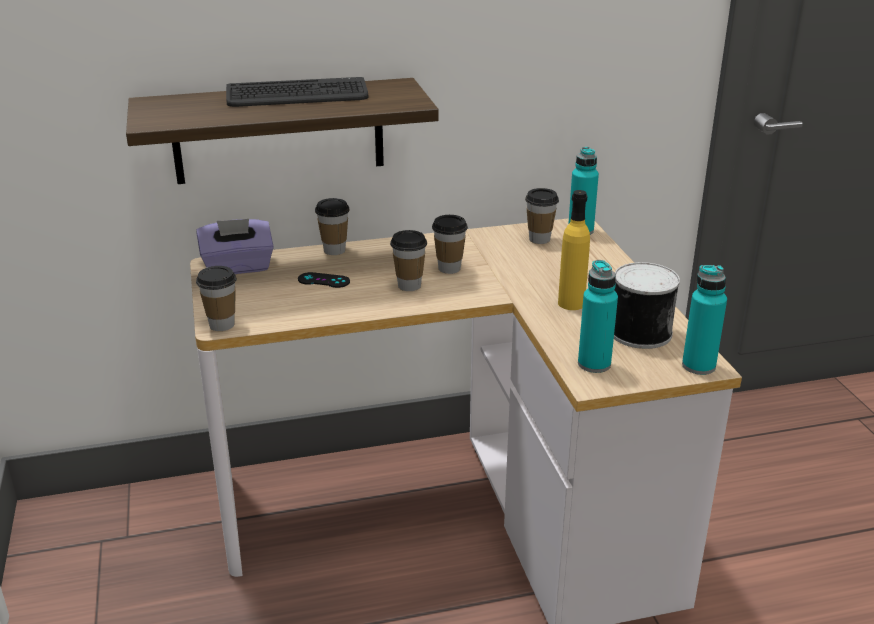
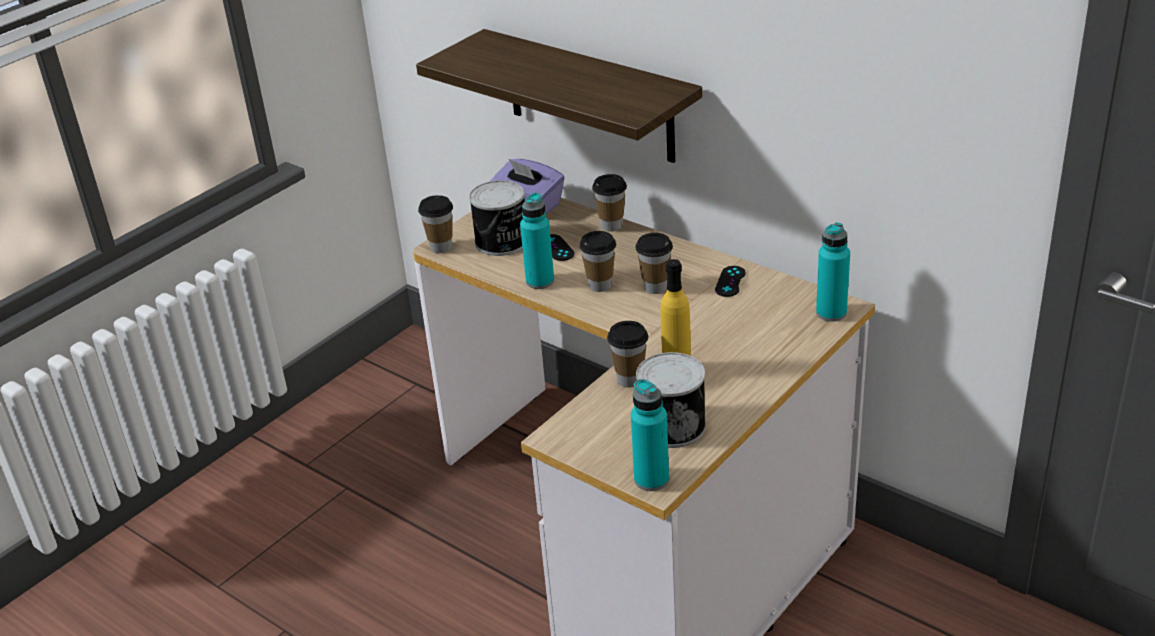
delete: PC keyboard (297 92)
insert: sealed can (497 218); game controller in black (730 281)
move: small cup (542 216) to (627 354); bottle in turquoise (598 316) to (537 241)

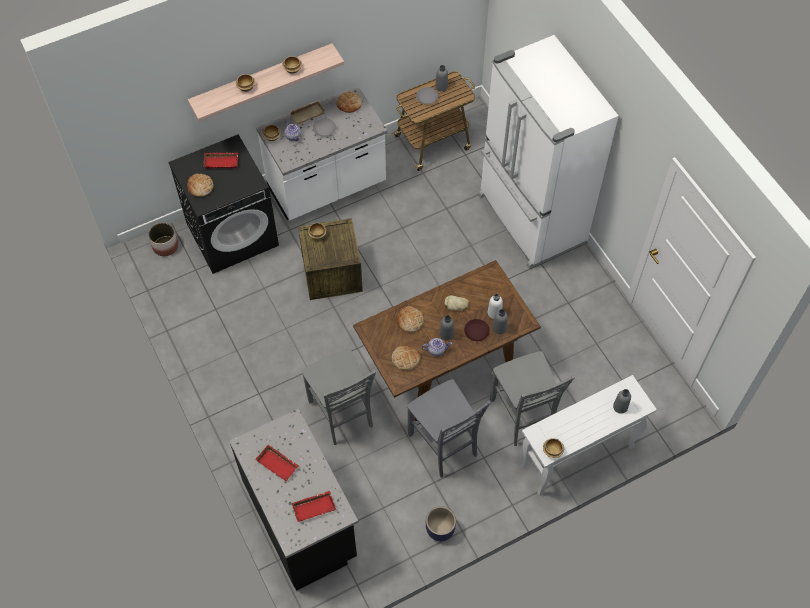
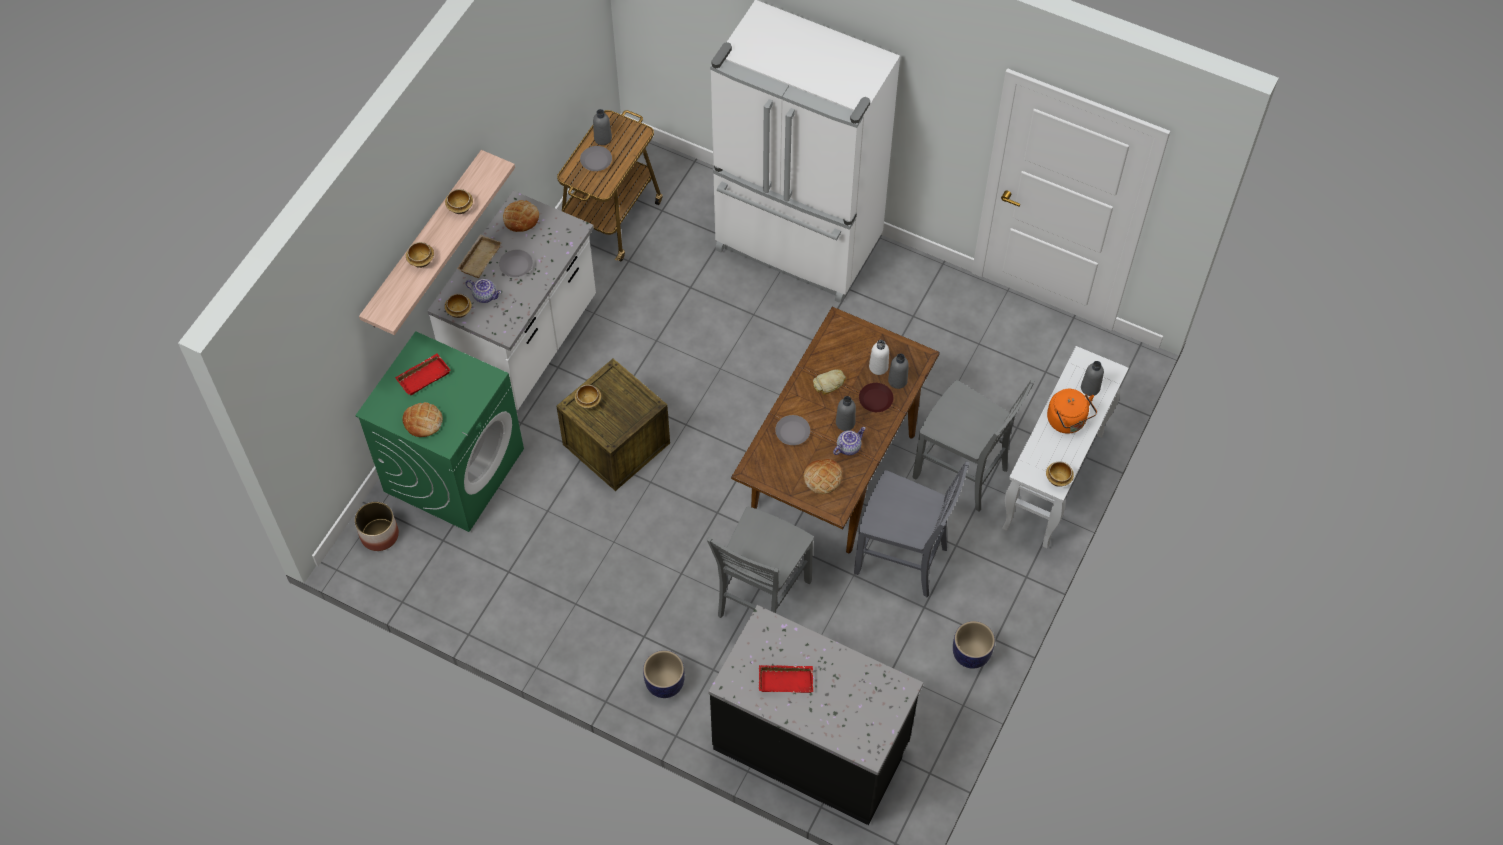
delete: tray in red (314 506)
insert: kettle in orange (1072 411); plant pot (664 674)
replace: bread (410 319) to dinner plate in grey (792 430)
recolor: laundry machine in black (223 204) to laundry machine in green-coloured (439 431)
rotate: plain chair in grey (338 396) = (760 562) 90 degrees clockwise

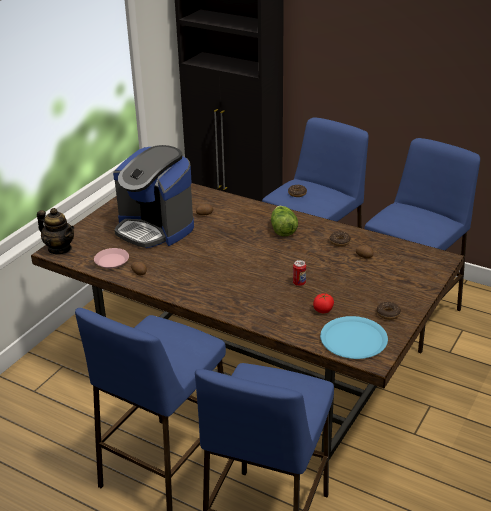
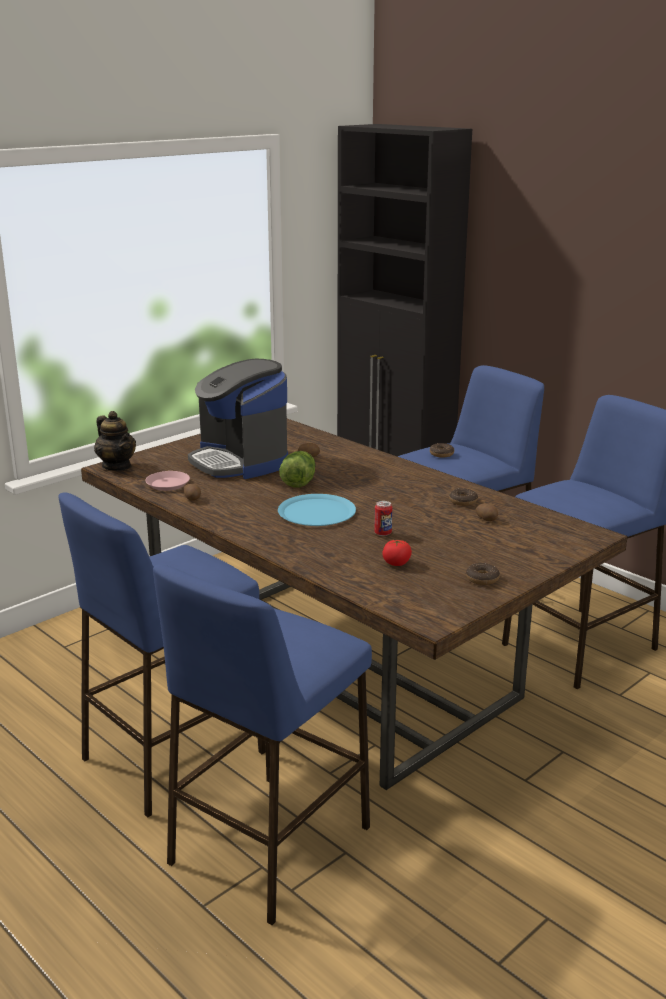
move: lettuce head (284 221) to (297 469); dinner plate in bluish (354 337) to (317 510)

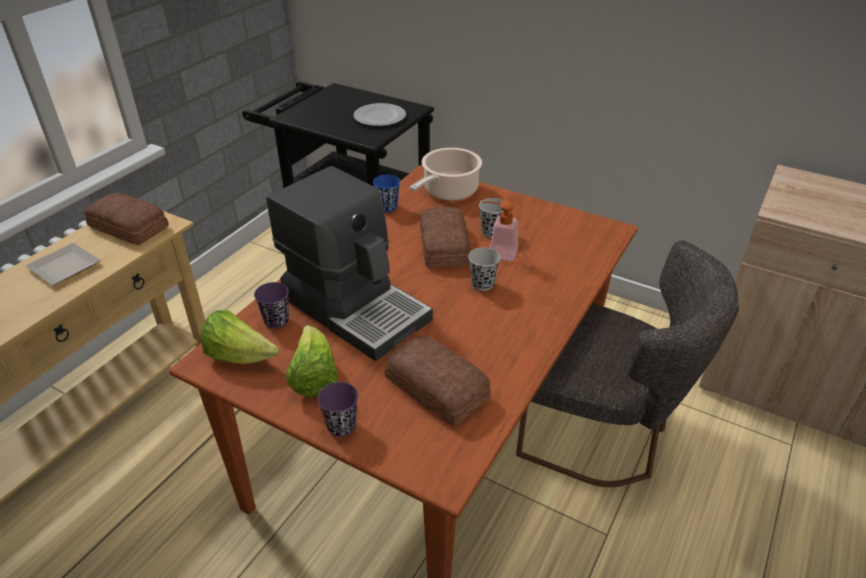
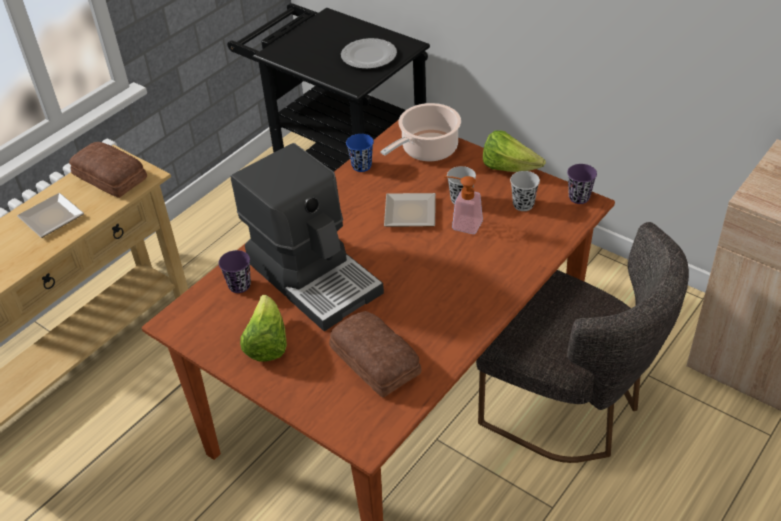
move: small cup in black (484 269) to (525 191); lettuce head (239 337) to (514 151); small cup in purplish (338 409) to (582 184)
replace: bread (444 237) to dinner plate (410 210)

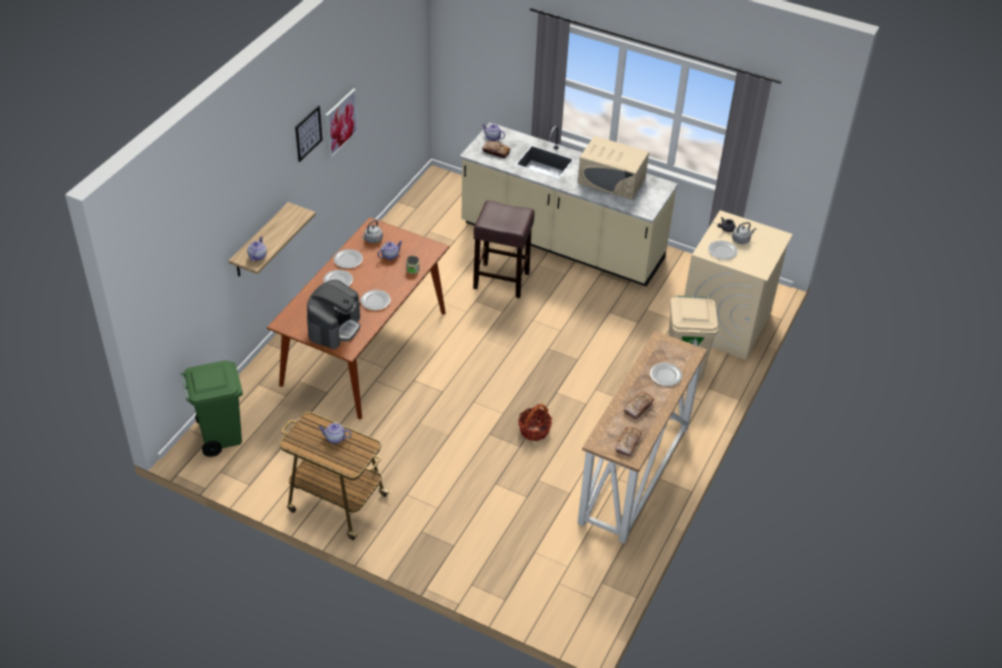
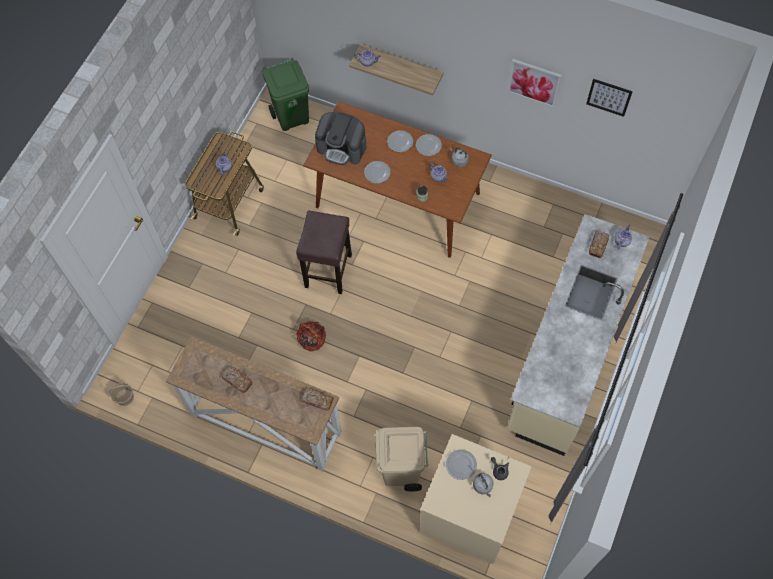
delete: microwave oven in beige-coloured (613 168); dinner plate (666 374)
insert: household basket (122 394)
move: picture (308 133) to (609 98); stool seat in brownish (504 249) to (324 252); bread (628 441) to (318 399)

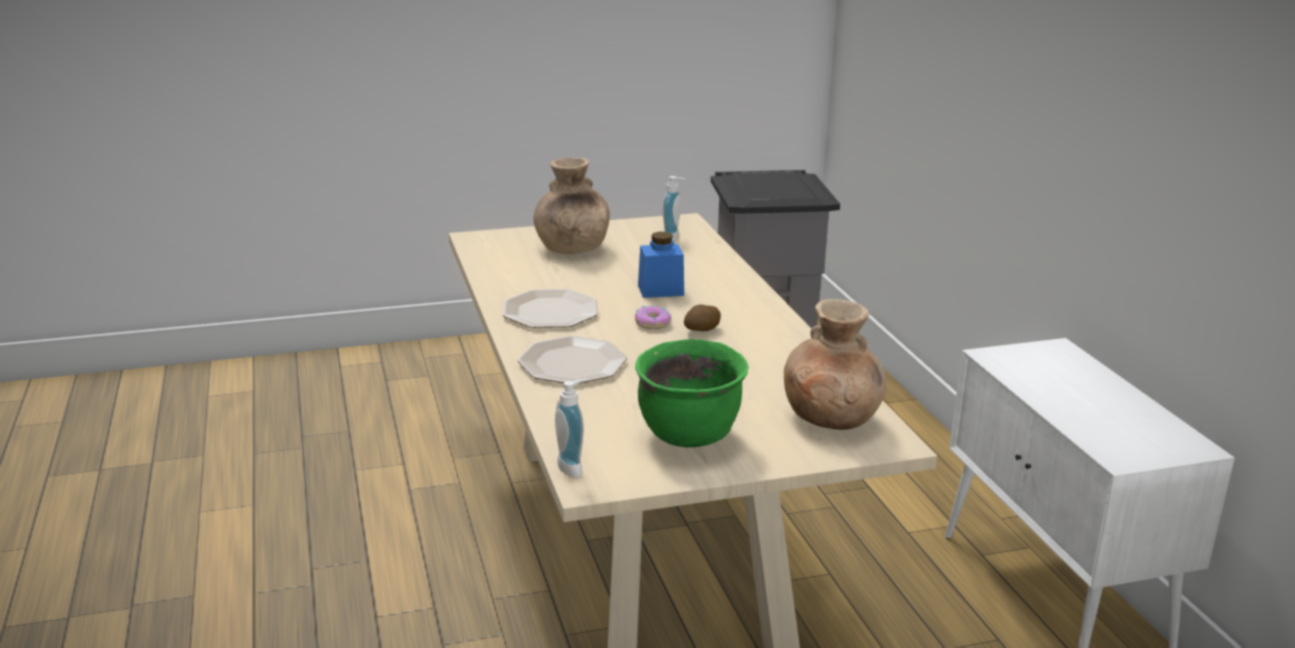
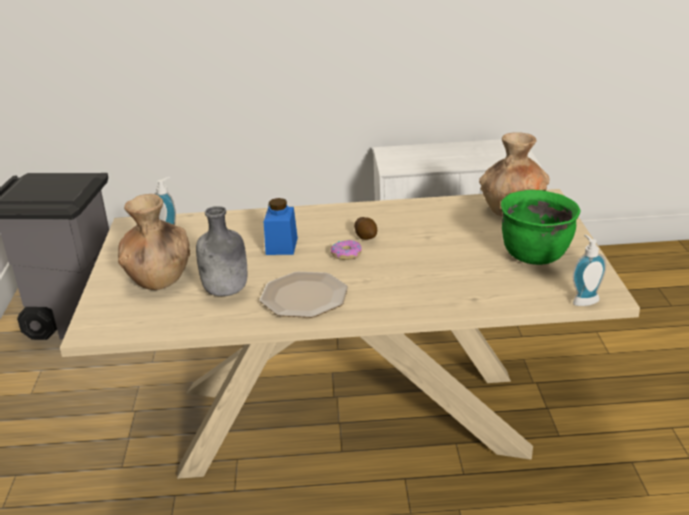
delete: dinner plate (572 360)
insert: bottle in grey (221 251)

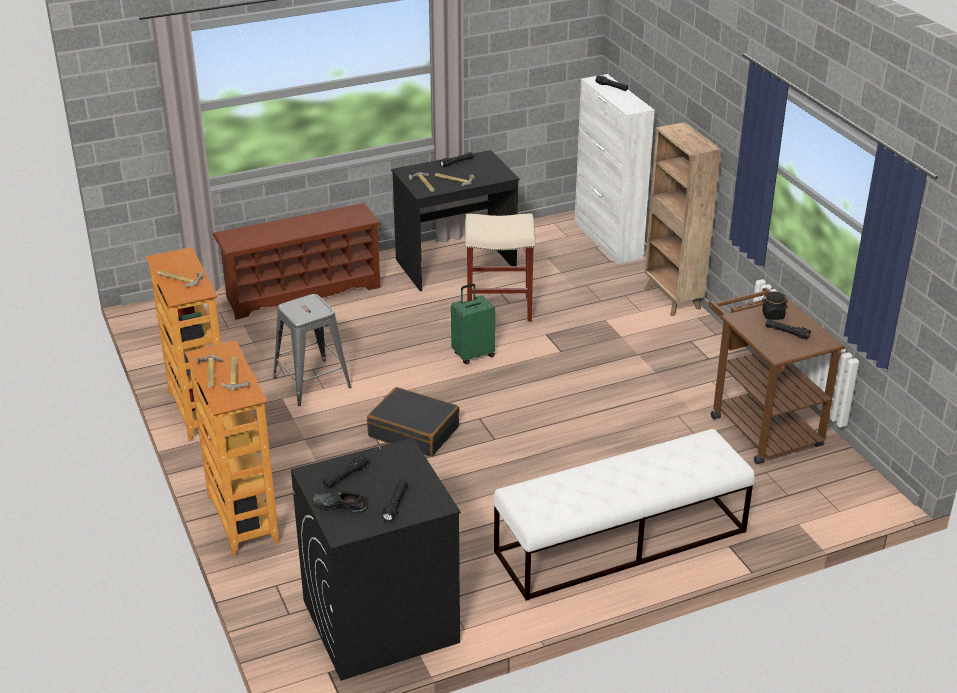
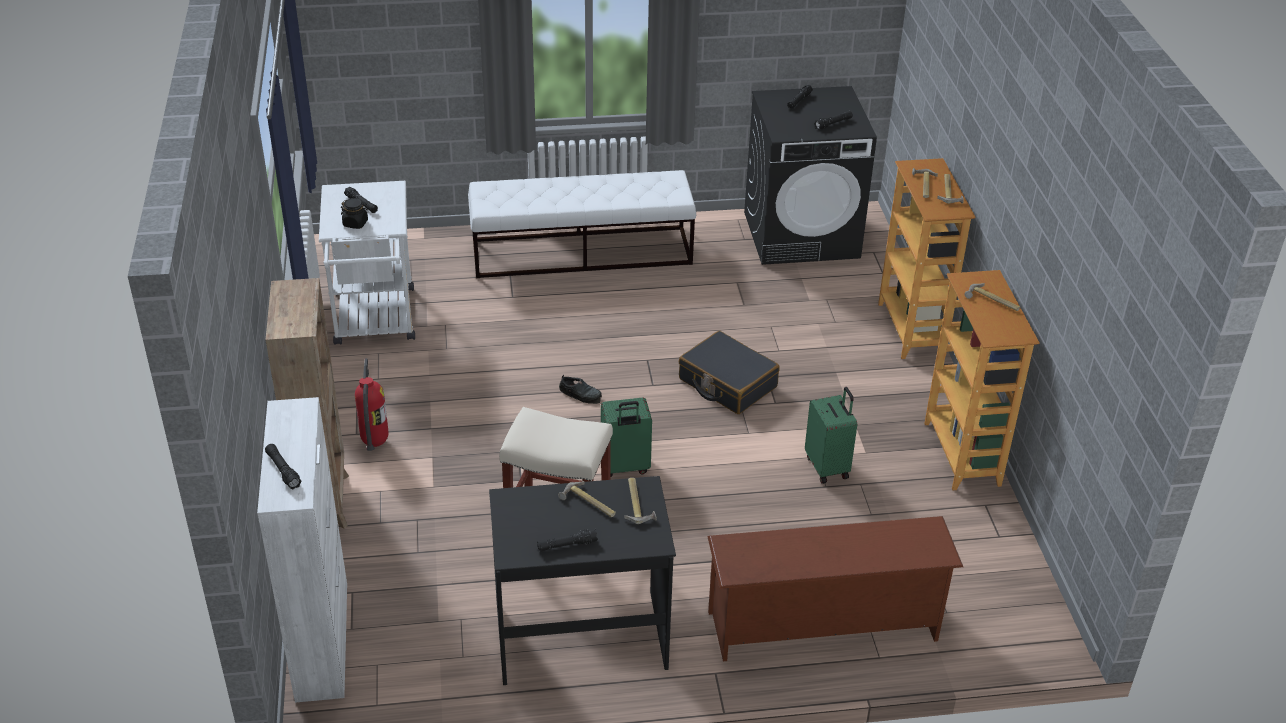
insert: fire-fighting cylinder (372 404)
move: item of footwear in black (340 502) to (580 389)
replace: stool seat in grey (312 350) to travel case in green-coloured (831 435)
recolor: trolley in brownish (777 376) to trolley in white-coloured (367 263)

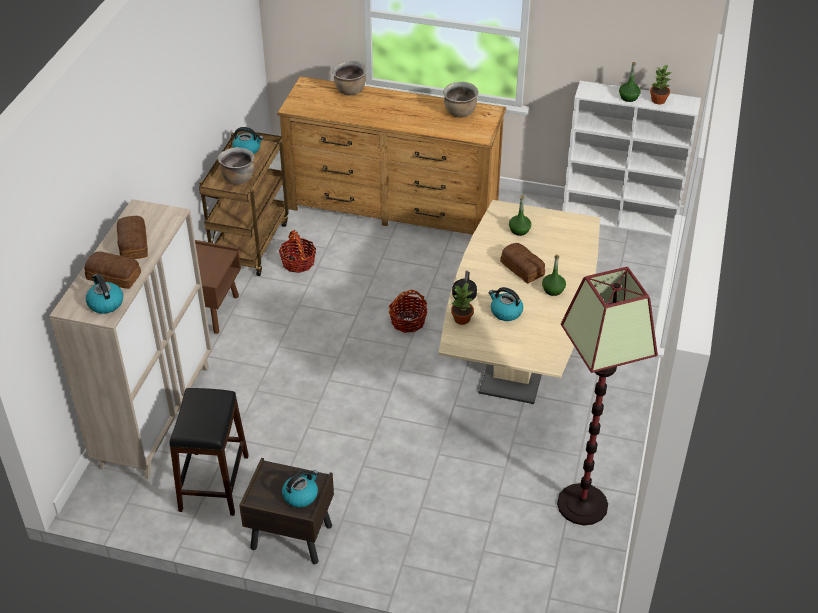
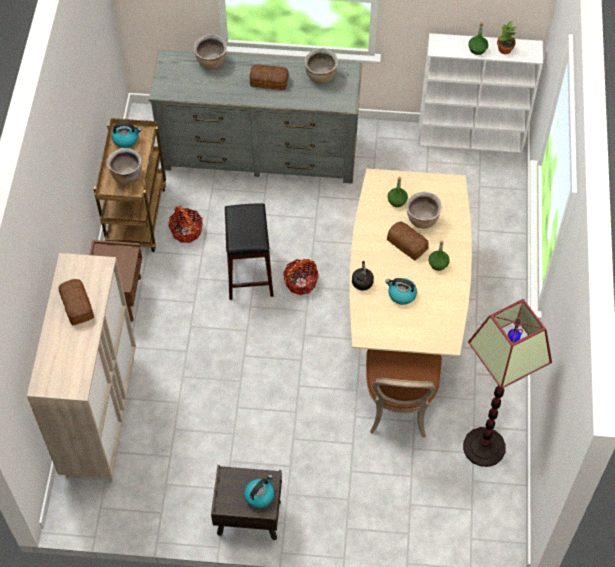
delete: kettle (104 294); plant in a pot (462 304)
insert: stockpot in brownish (424 210); plain chair in brownish (404 393)
move: bread (112 270) to (269 77); stool seat in black (209 452) to (249 251)
recolor: chest of drawers in brownish (391 155) to chest of drawers in grey (255 117)

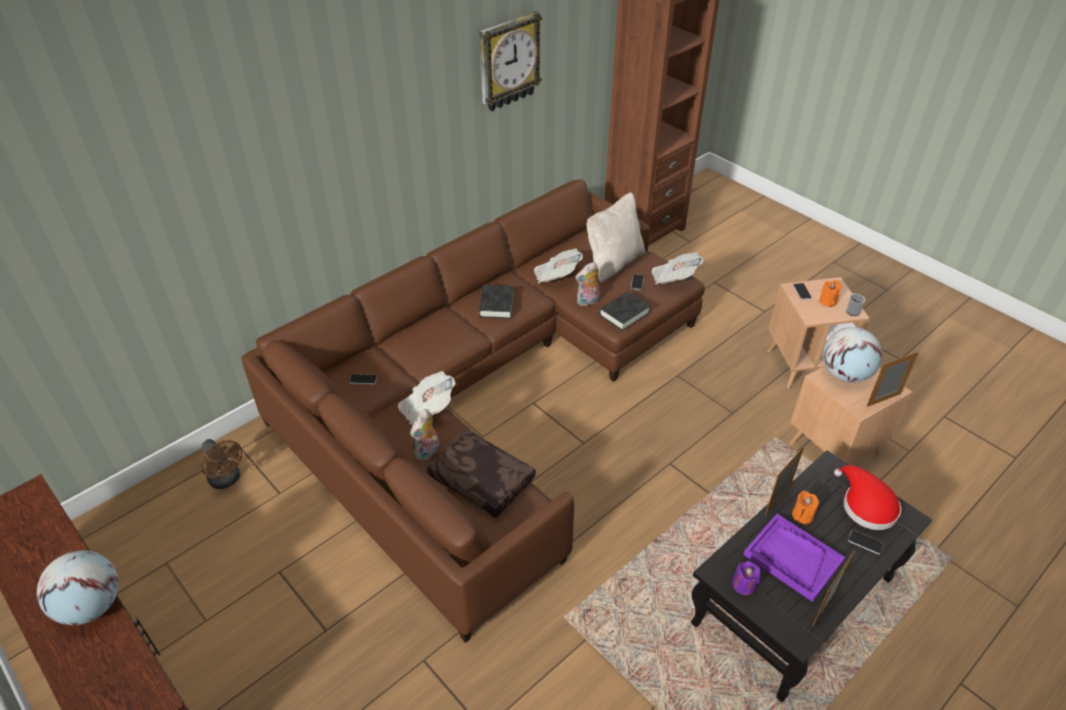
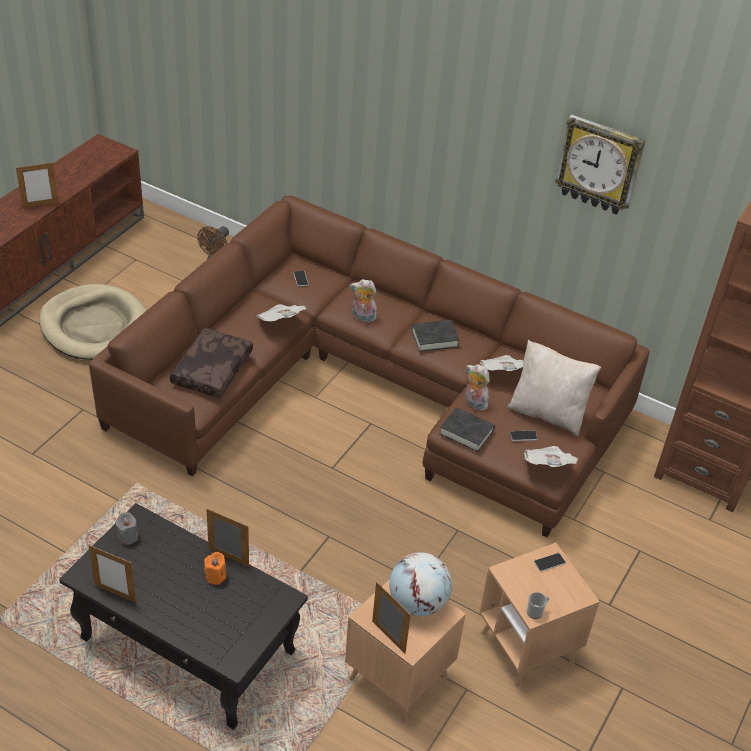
delete: wax light in orange (831 293); clothing hat in red (867 497); tray in purplish (794 558); handset (866 542)
insert: pet bed in beige-coloured (93 322)
move: soft toy (424 435) to (363 300)
replace: globe (78 587) to photo frame (37 185)
recolor: wax light in purplish (746 578) to wax light in grey (126 528)

